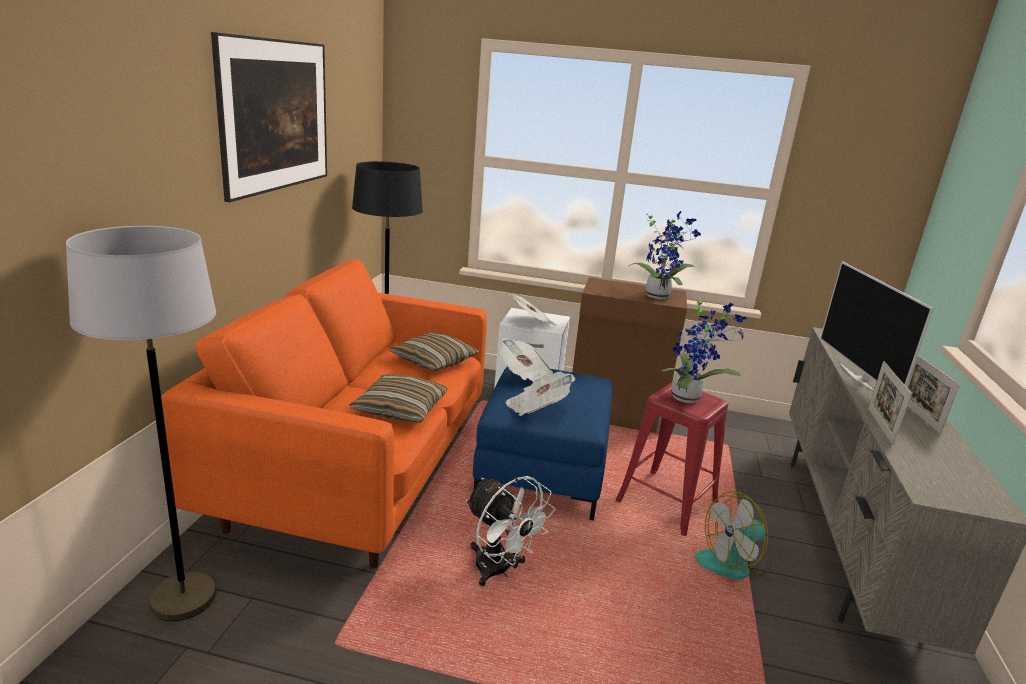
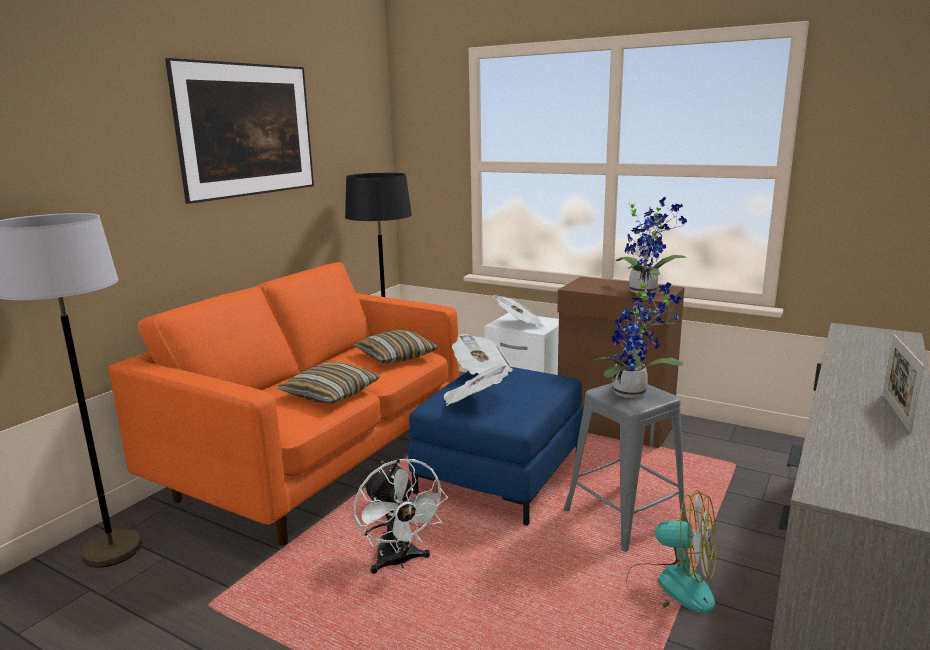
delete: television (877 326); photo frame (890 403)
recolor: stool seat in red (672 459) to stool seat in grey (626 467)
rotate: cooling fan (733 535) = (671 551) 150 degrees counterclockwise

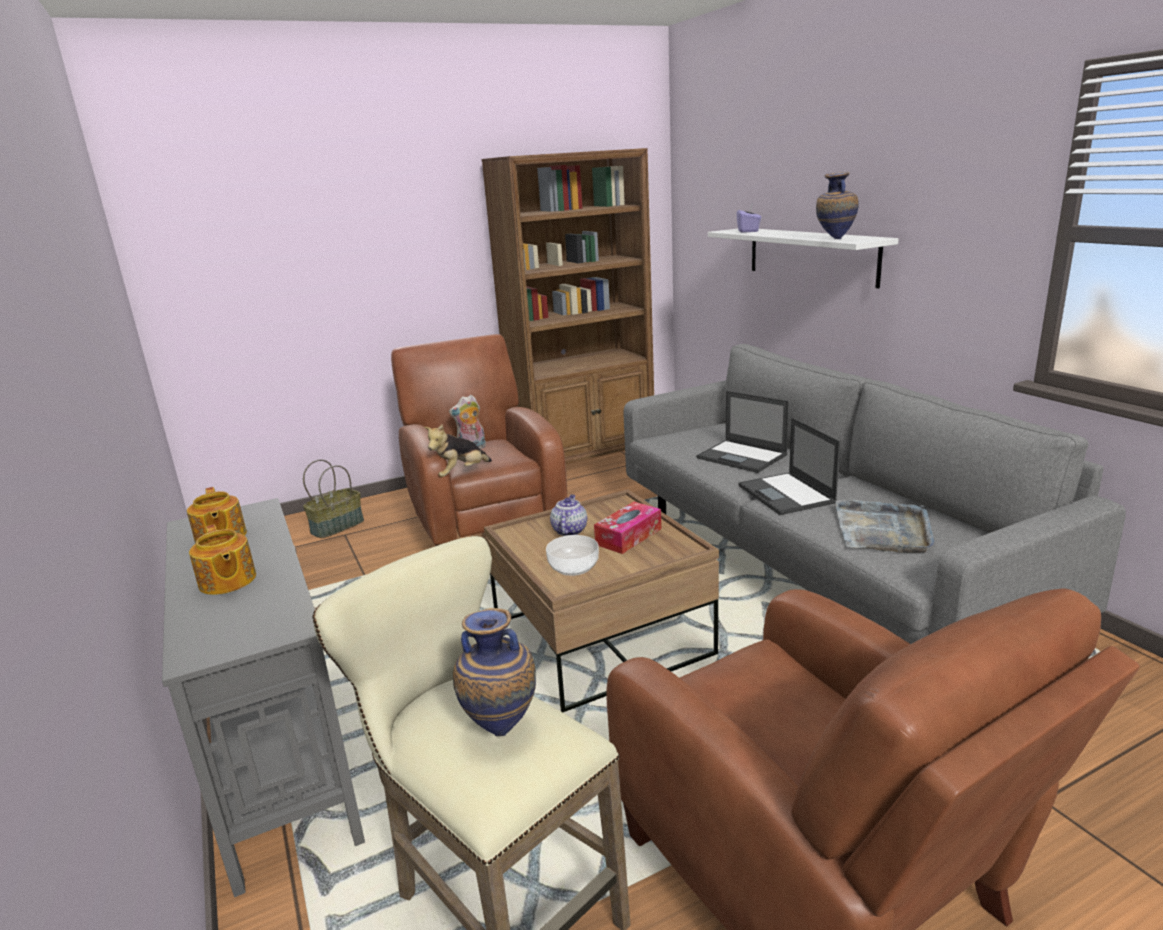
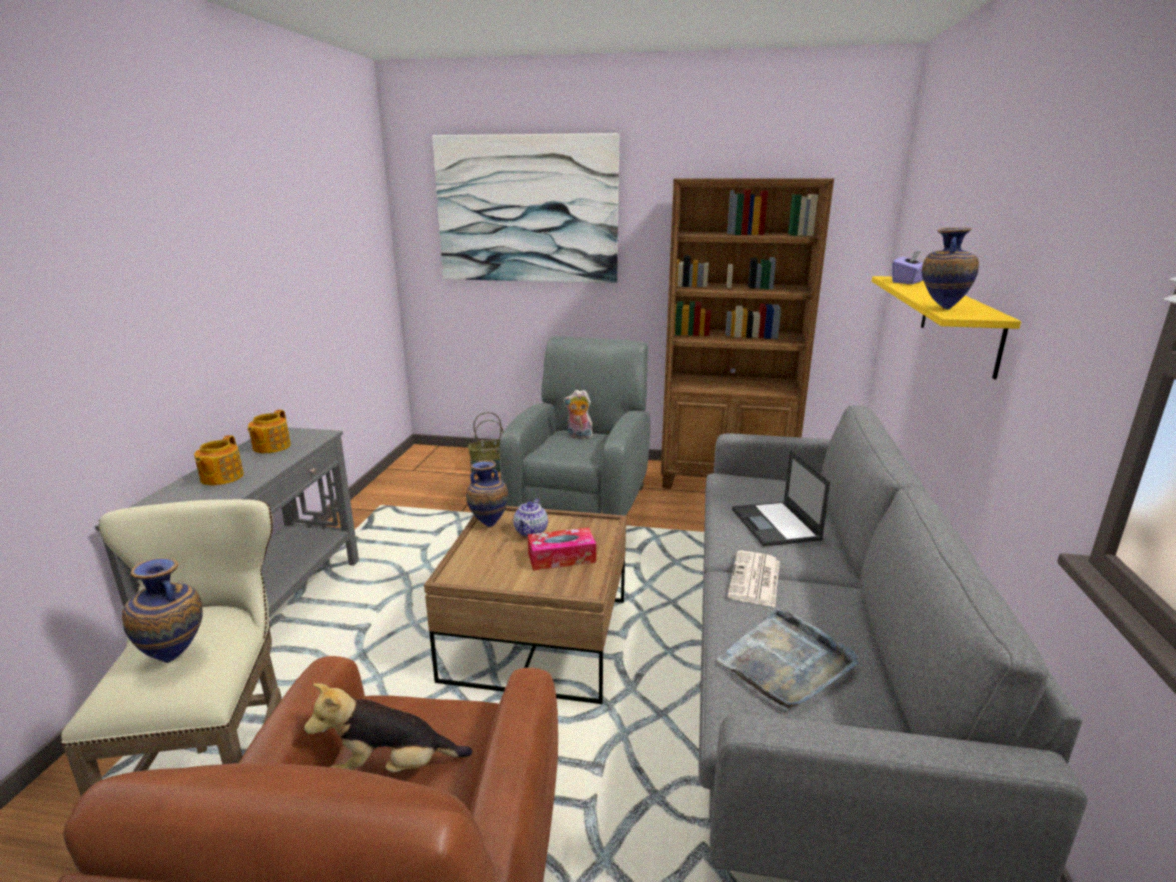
delete: serving bowl (572 555)
insert: picture (525 208); flower vase (487 493)
move: soft toy (458 451) to (388 727)
replace: portable computer (789 466) to daily paper (754 579)
recolor: wall shelf in white-coloured (803 259) to wall shelf in yellow (946 327); easy chair in brownish (479 440) to easy chair in grey (575 426)
rotate: tea pot (568 515) = (530 517) 150 degrees clockwise

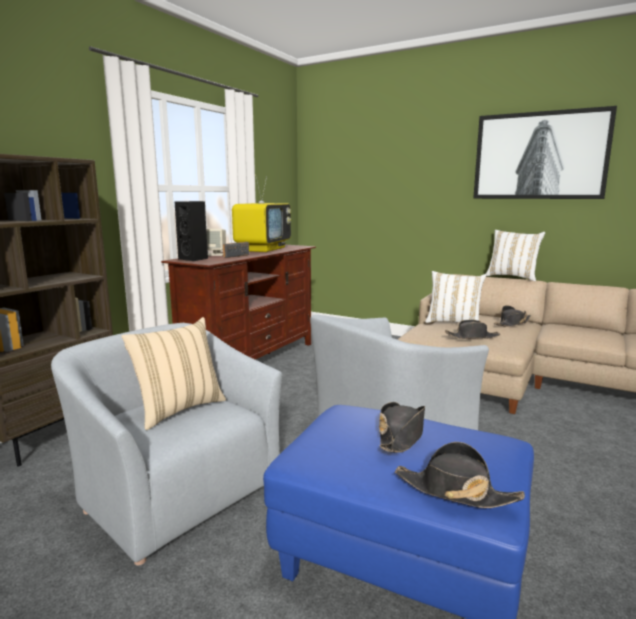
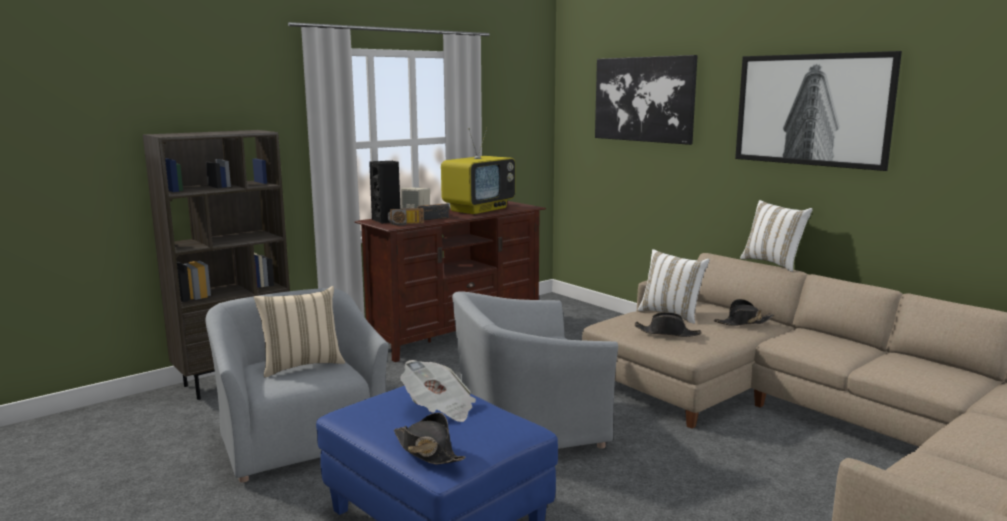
insert: picture (646 100); radio set (406 217)
replace: clothing hat in black (402 427) to daily paper (438 391)

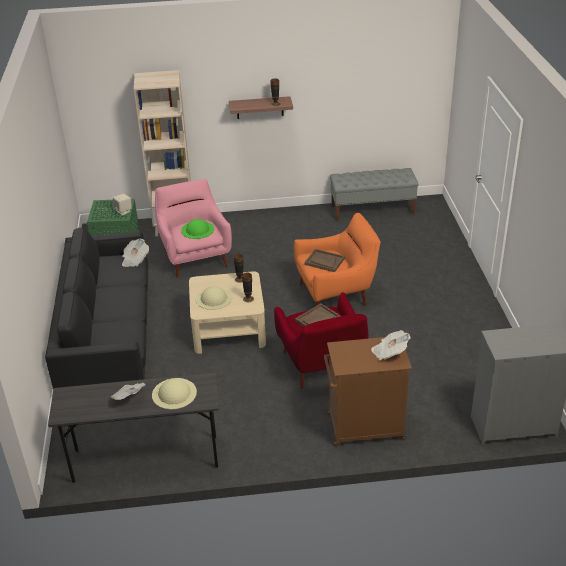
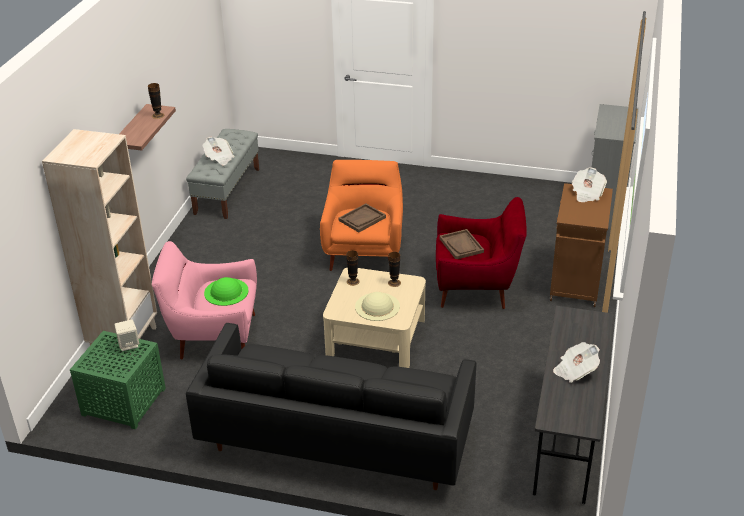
delete: clothing hat in beige-coloured (174 393)
move: daily paper (135 253) to (218 151)

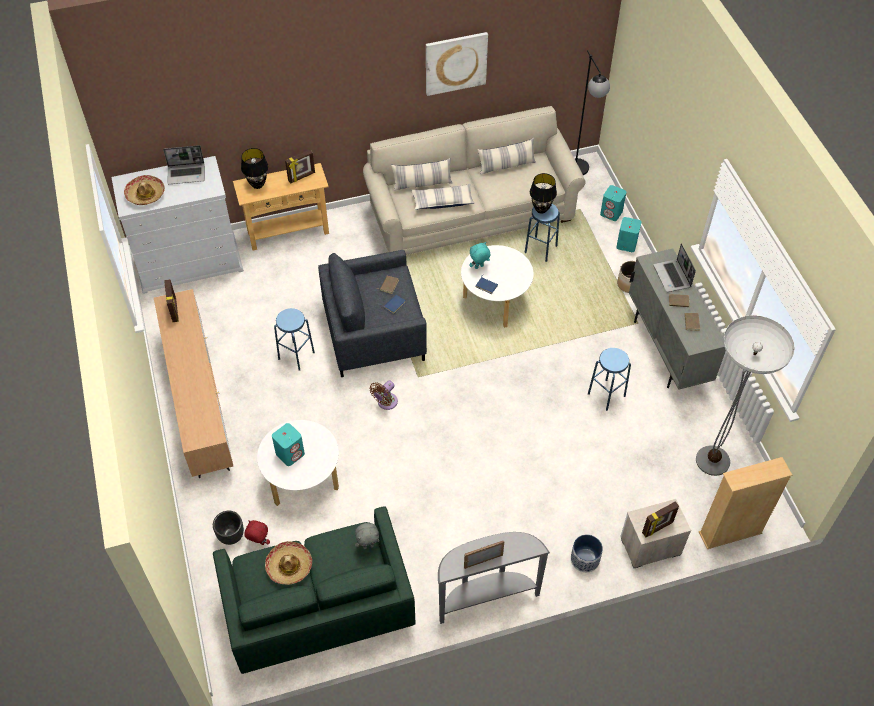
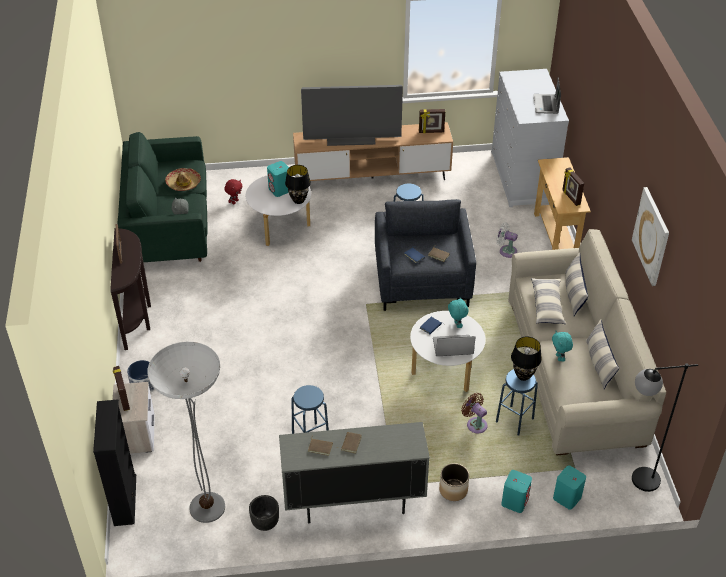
delete: clothing hat (144 190)
insert: television (352 115); cooling fan in white-coloured (507 240); soft toy in turquoise (562 346)
move: lamp for a table in black (254 168) to (298 184); portable computer (674 267) to (454 345); cooling fan in brownish (384 395) to (474 413); plant pot in black (228 528) to (264 513)
recolor: bookshelf in beige-coloured (745 503) to bookshelf in black (114 462); console table in grey (494 578) to console table in brownish (130 289)

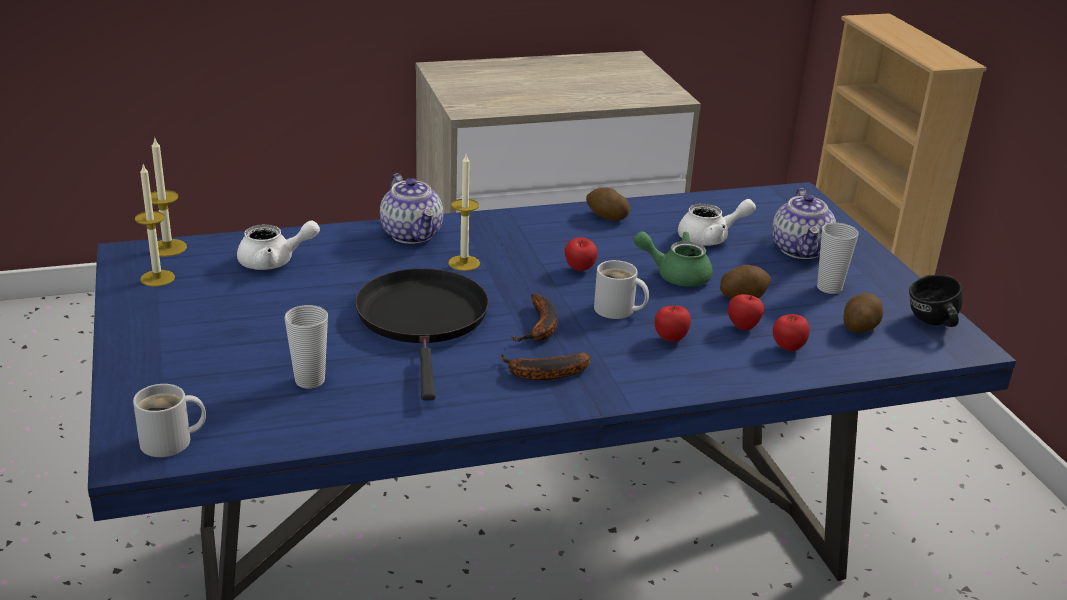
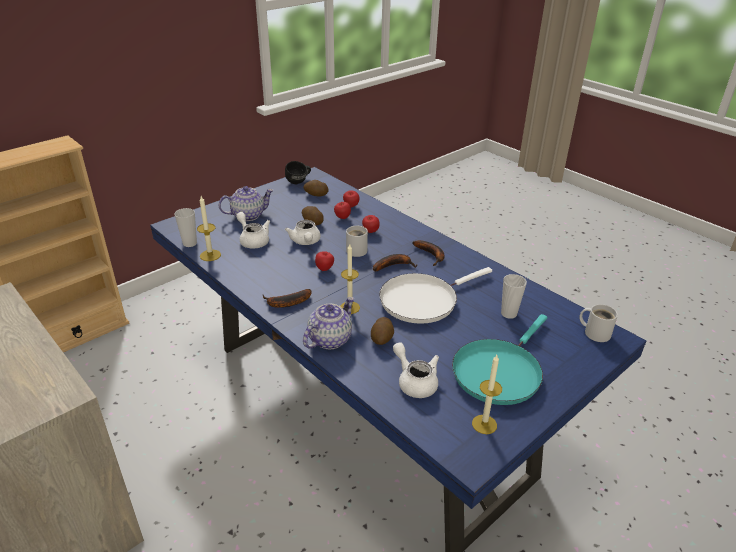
insert: banana (287 298); skillet in turquoise (499 359)
move: wax light (168 198) to (209 228); spud (608 204) to (382 331); small cup (838 258) to (186 227)
recolor: tea pot in green-coloured (673 259) to tea pot in white-coloured (303 232); skillet in black (422 334) to skillet in white-coloured (435 295)

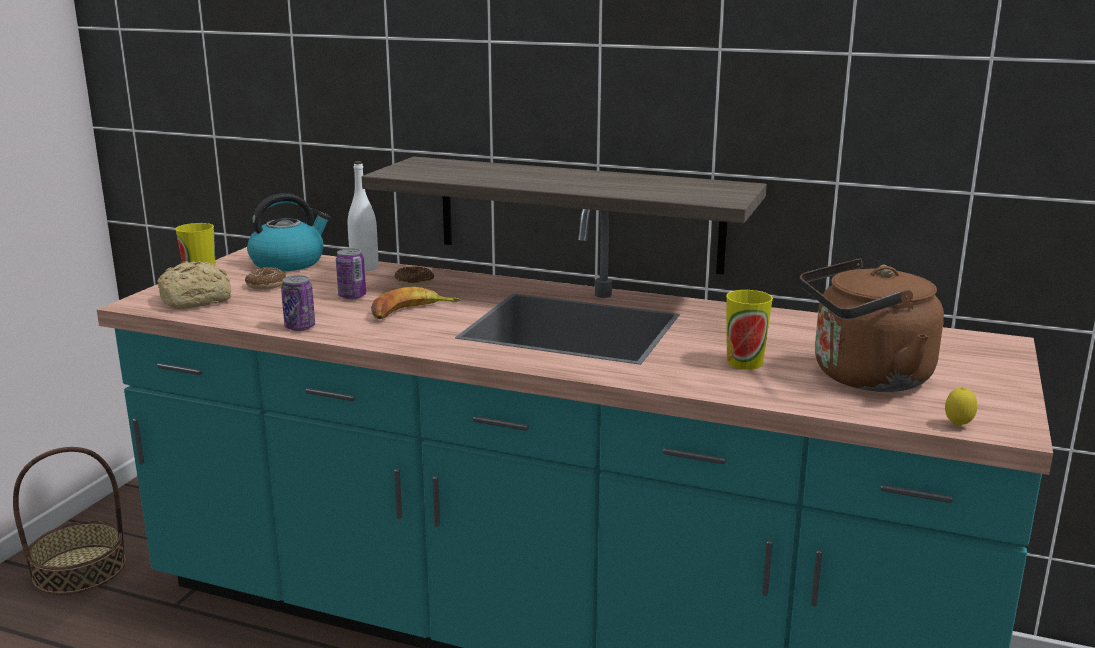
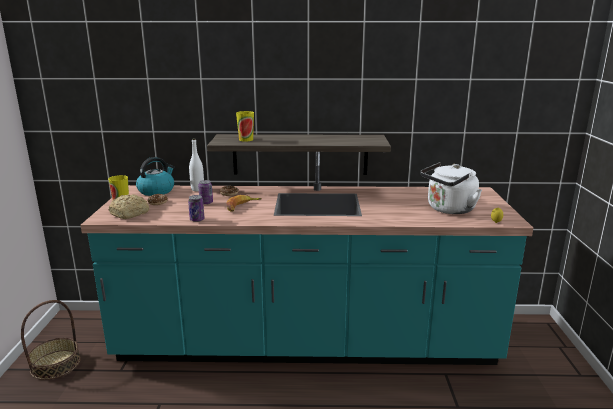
move: small cup (749 330) to (245 126)
recolor: kettle in brownish (872 325) to kettle in white-coloured (451 188)

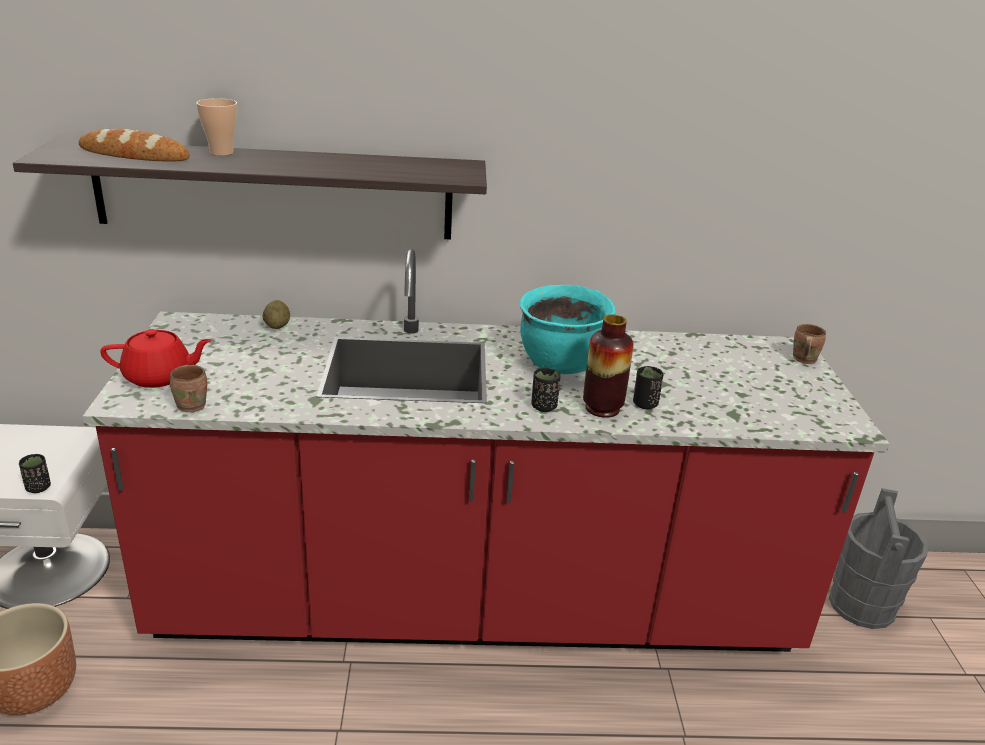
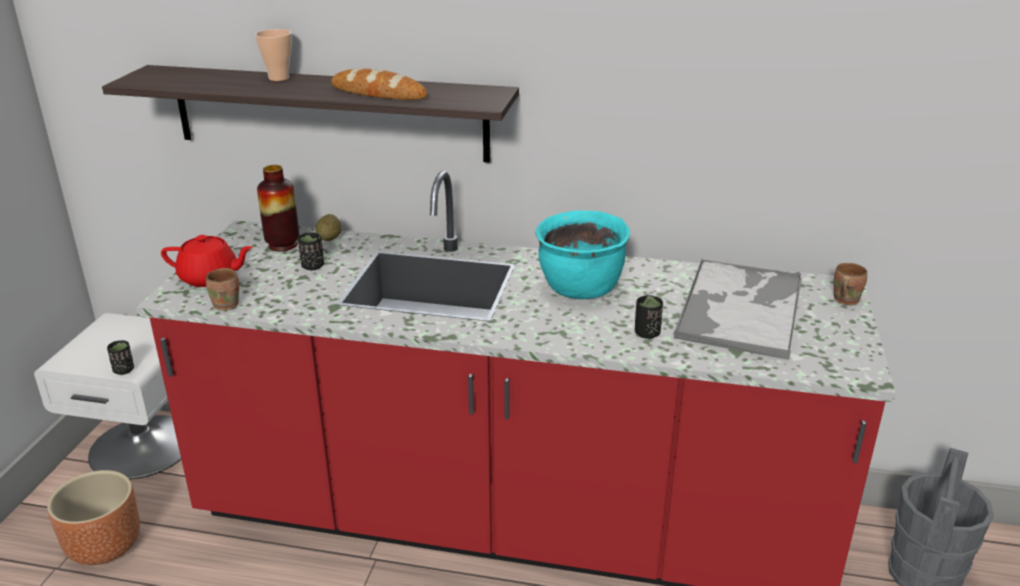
insert: tray (737 310)
move: bread (134 145) to (379 84); flower vase (608 366) to (278 208); small cup in black (545 390) to (311 251)

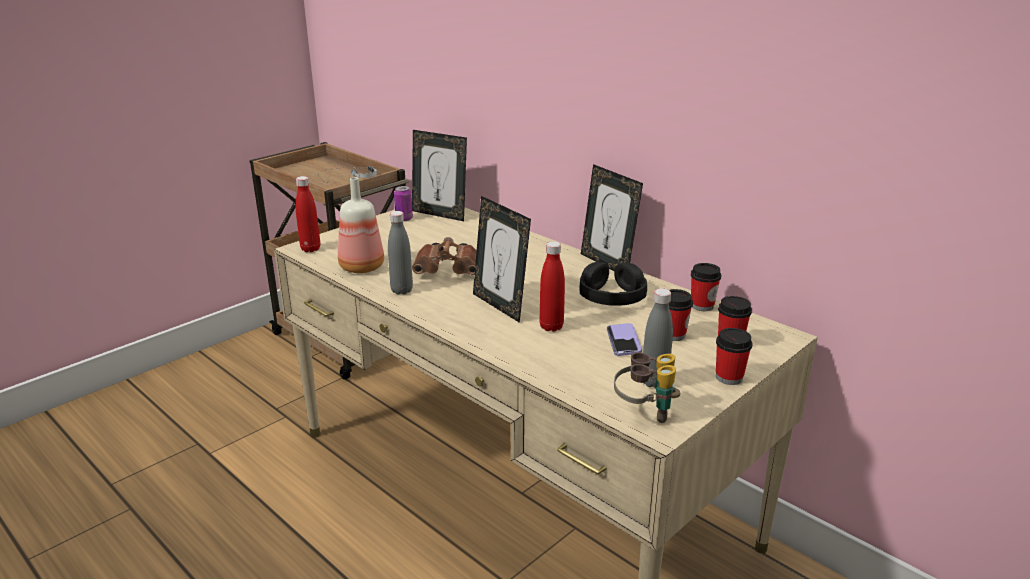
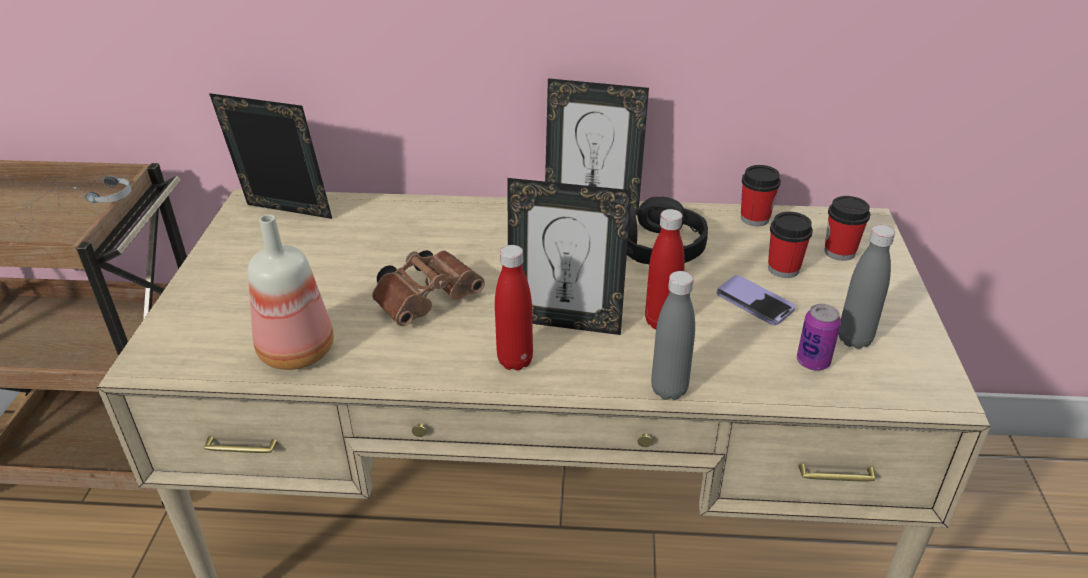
delete: small cup (734 356); pair of binoculars (647 387)
move: bottle in red (308 214) to (514 308); sealed can (403 203) to (819 337); bottle in grey (400 252) to (673 335)
rotate: photo frame (439 175) = (270 156) 150 degrees counterclockwise

